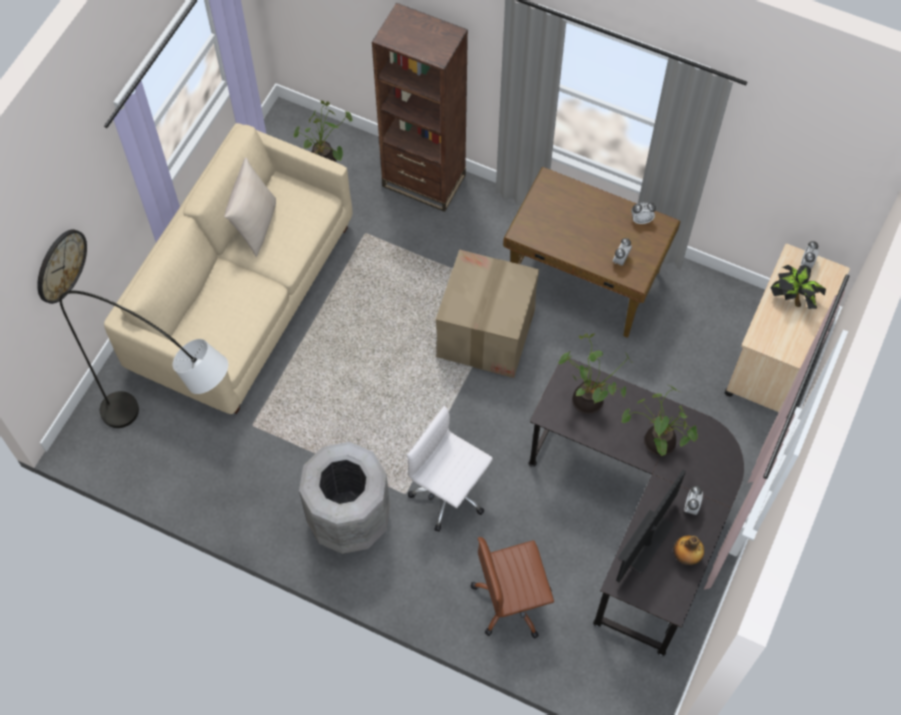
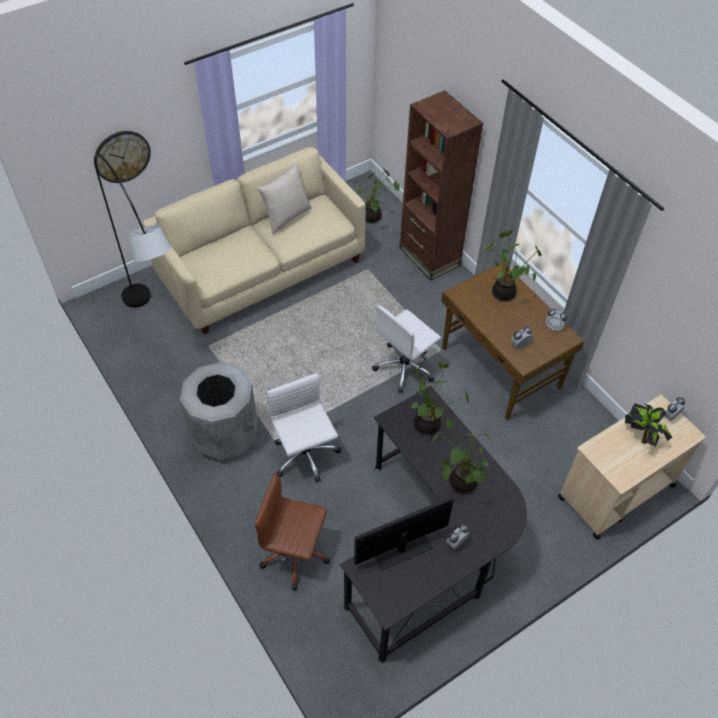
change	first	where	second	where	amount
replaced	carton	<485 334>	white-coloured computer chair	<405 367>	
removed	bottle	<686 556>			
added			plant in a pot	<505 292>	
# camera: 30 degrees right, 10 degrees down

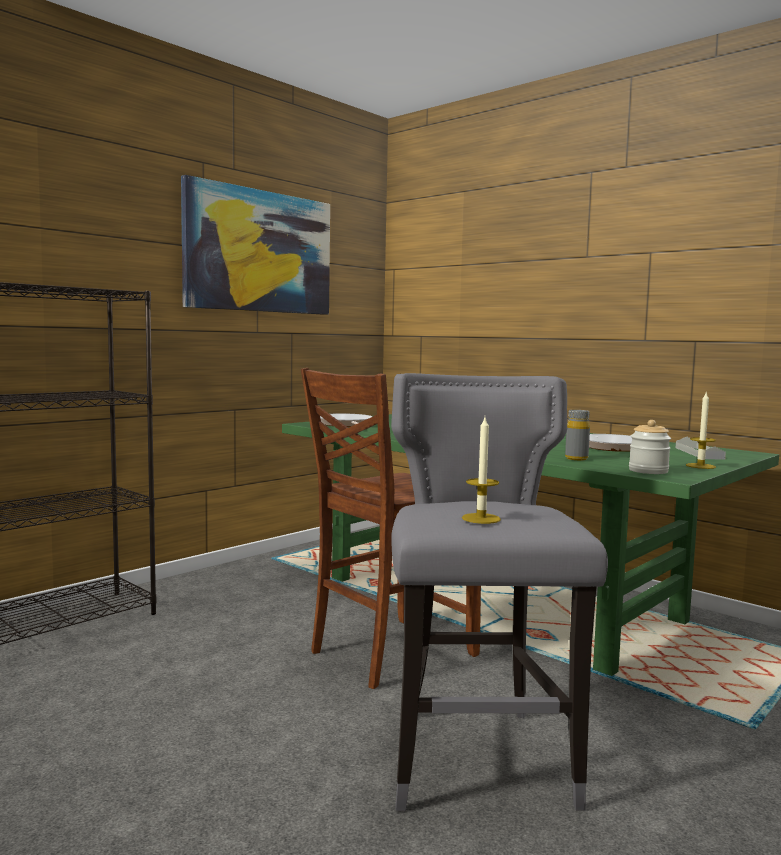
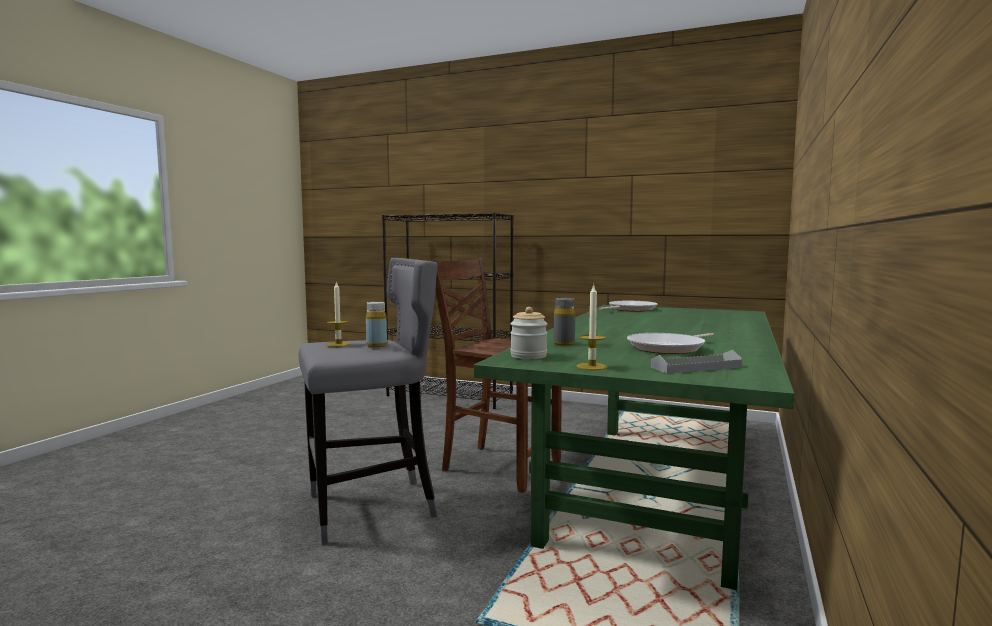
change	first	where	second	where	amount
removed	wall picture	<259 251>			
added			yellowish bottle	<376 345>	
# camera: 70 degrees right, 0 degrees up

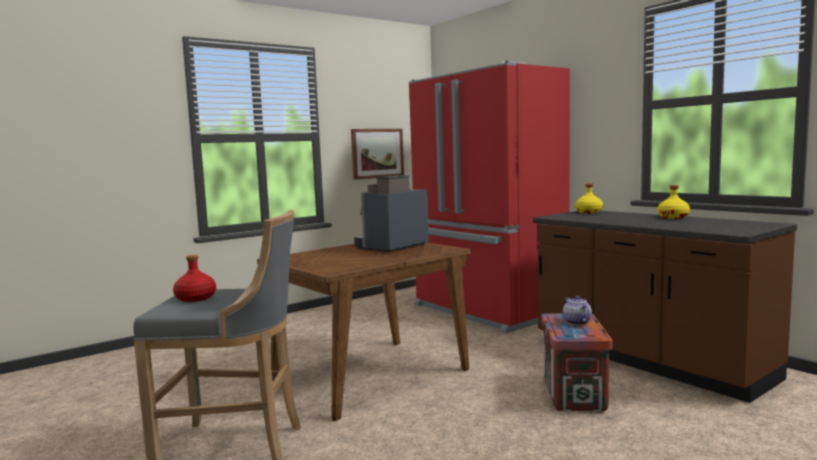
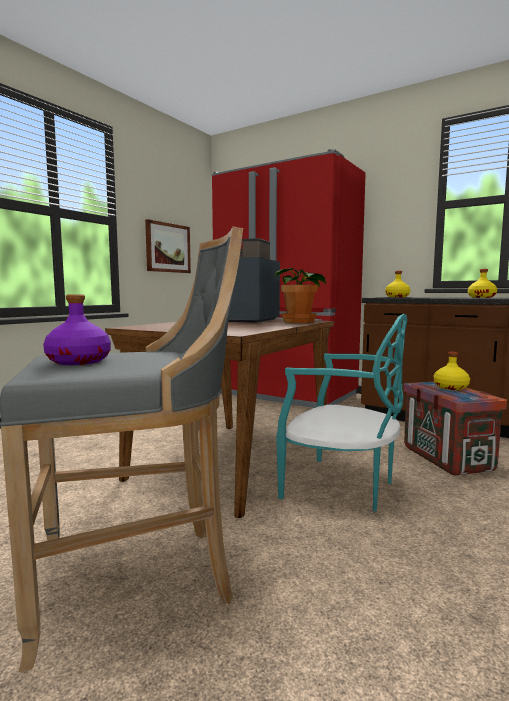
change	first	where	second	where	amount
recoloured	red bottle	<196 298>	purple bottle	<79 361>	
replaced	teapot	<576 322>	yellowish bottle	<450 387>	
added			plant in a pot	<300 322>	
added			blue-green plain chair	<342 487>	
# camera: 20 degrees left, 0 degrees up

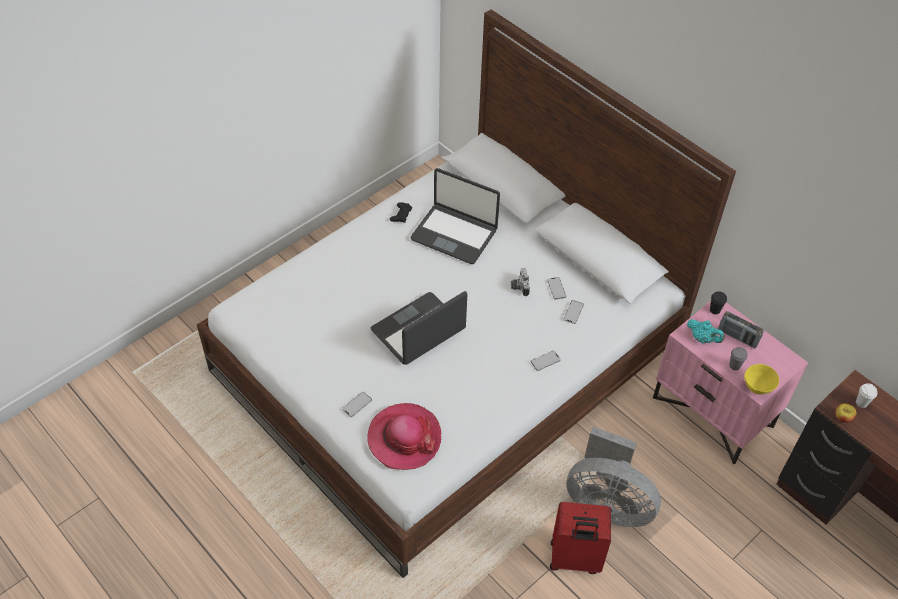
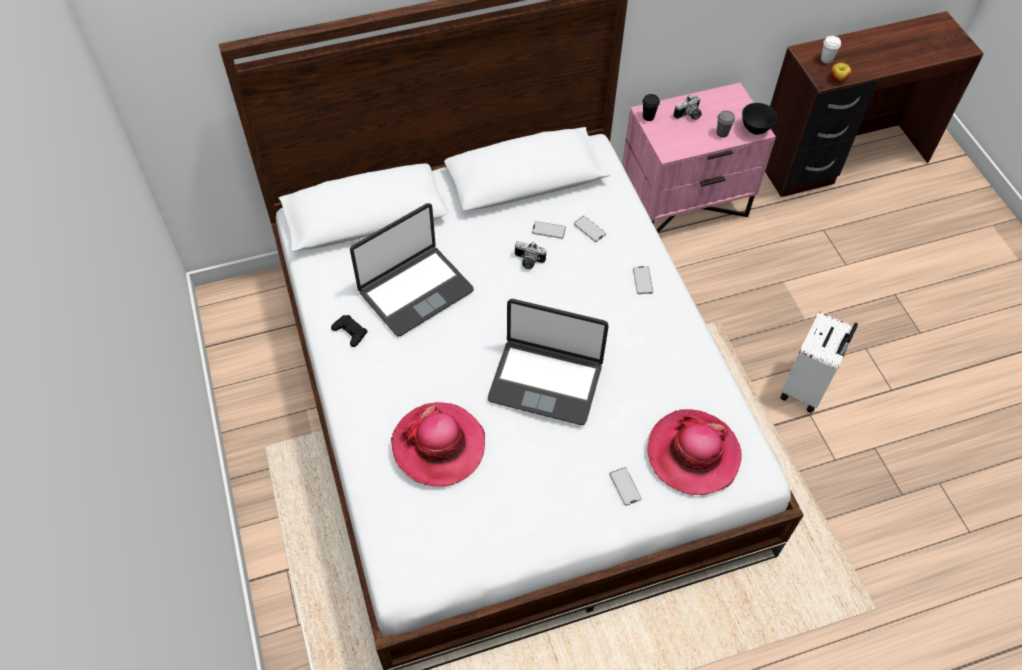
change	first	where	second	where	amount
turned	portable computer	<419 331>		<545 381>	60 degrees counterclockwise
recoloured	red travel case	<574 559>	white-coloured travel case	<806 388>	
removed	gray fan	<607 503>			
removed	blue-green teapot	<702 339>			
replaced	radio receiver	<737 337>	still camera	<689 115>	
recoloured	yellowish deep dish	<757 388>	blackish deep dish	<755 130>	
added			clothing hat	<439 446>	
# camera: 65 degrees left, 5 degrees up

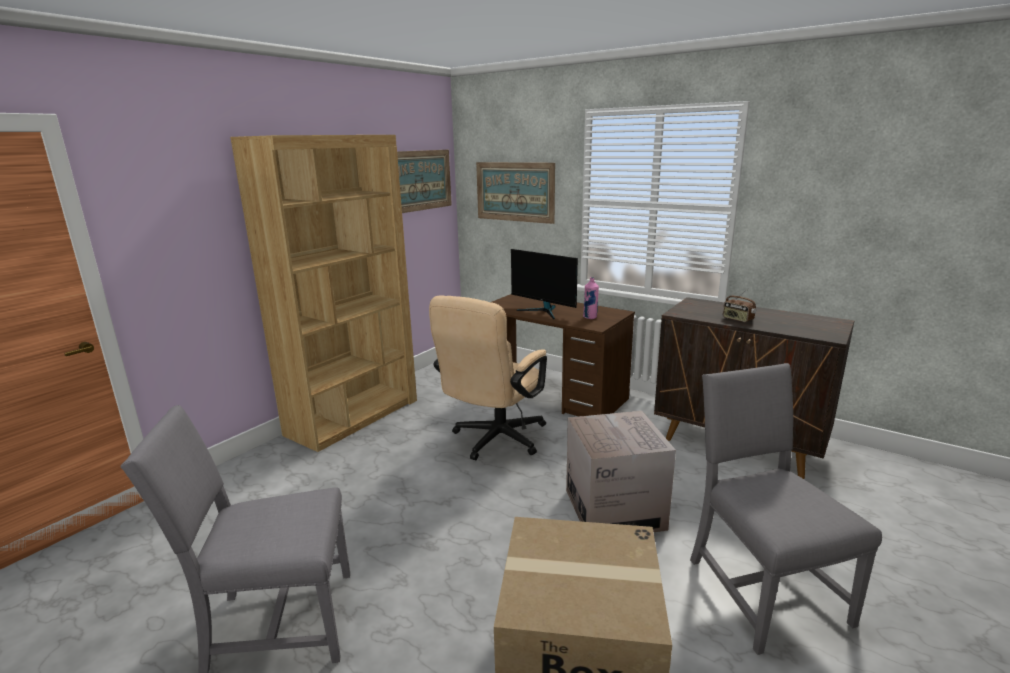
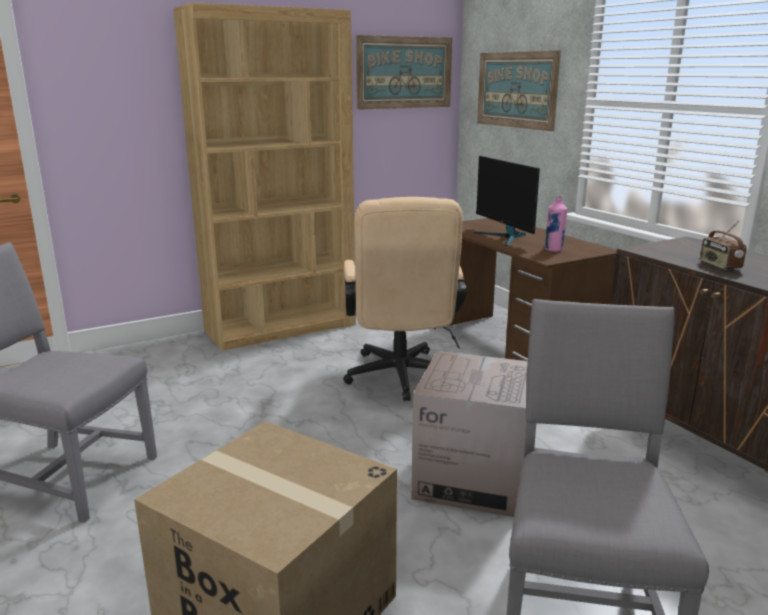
change	first	where	second	where	amount
turned	beige computer chair	<494 441>		<400 379>	60 degrees counterclockwise
# camera: 25 degrees right, 0 degrees up

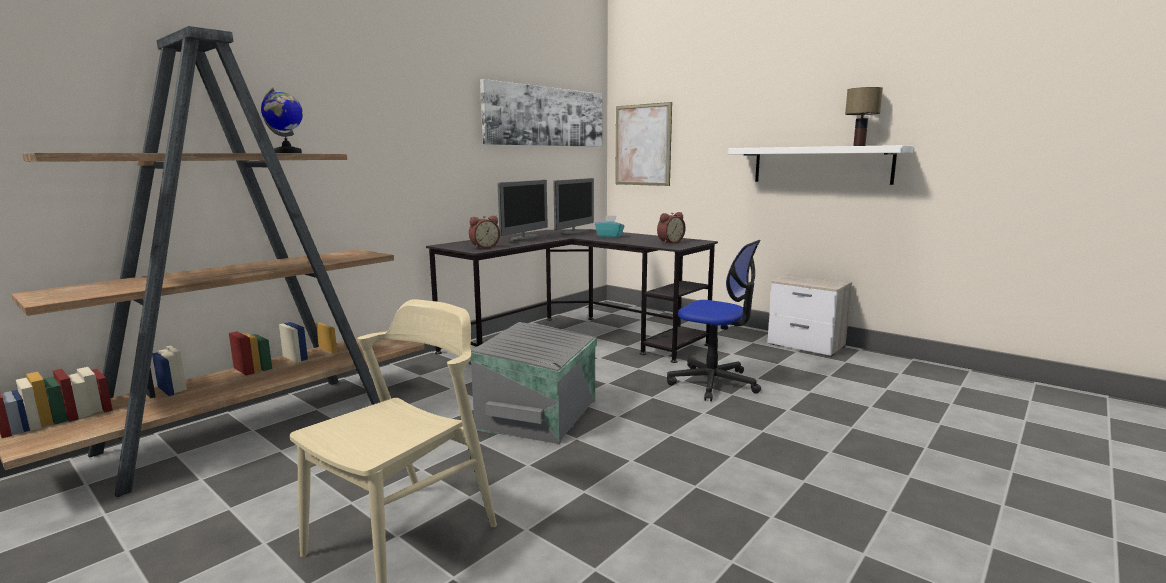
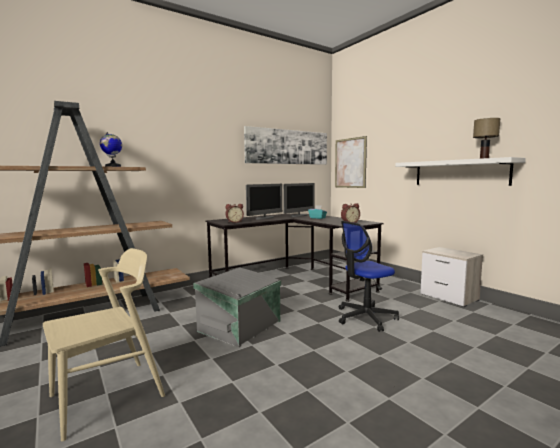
change	first	where	second	where	amount
turned	computer chair	<713 383>		<365 317>	105 degrees clockwise
# camera: 15 degrees right, 5 degrees down

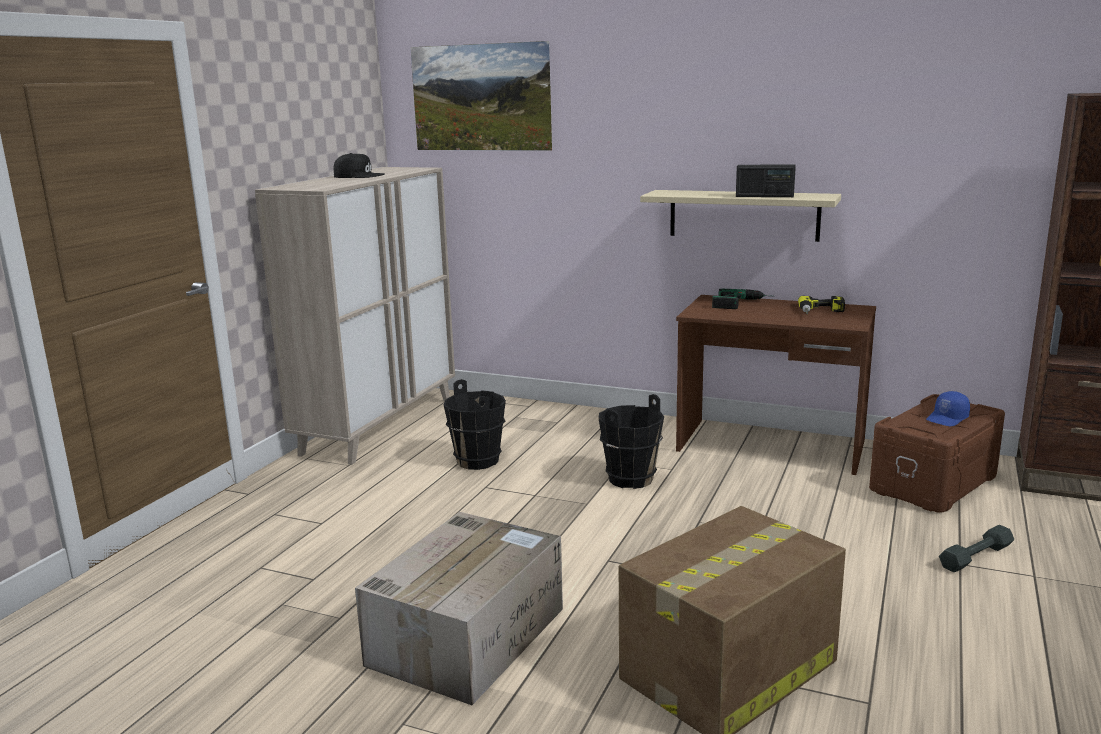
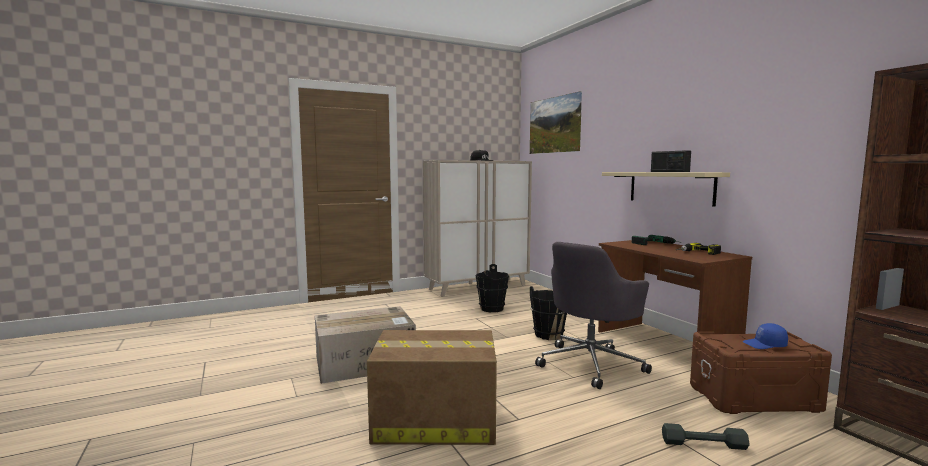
change	first	where	second	where	amount
added			gray computer chair	<591 364>	
# camera: 40 degrees right, 10 degrees down

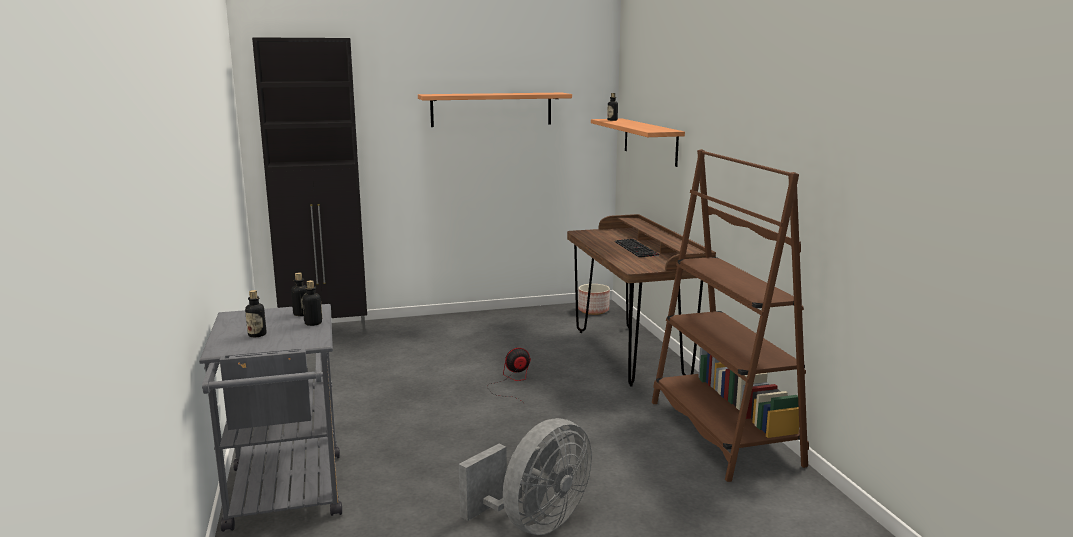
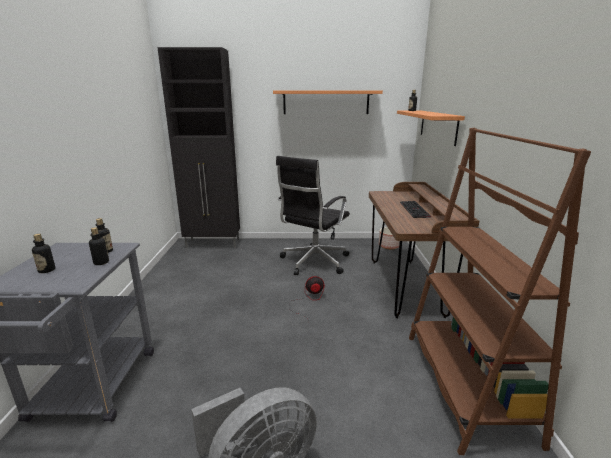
change	first	where	second	where	amount
added			blackish computer chair	<313 262>	
# camera: 15 degrees right, 5 degrees up

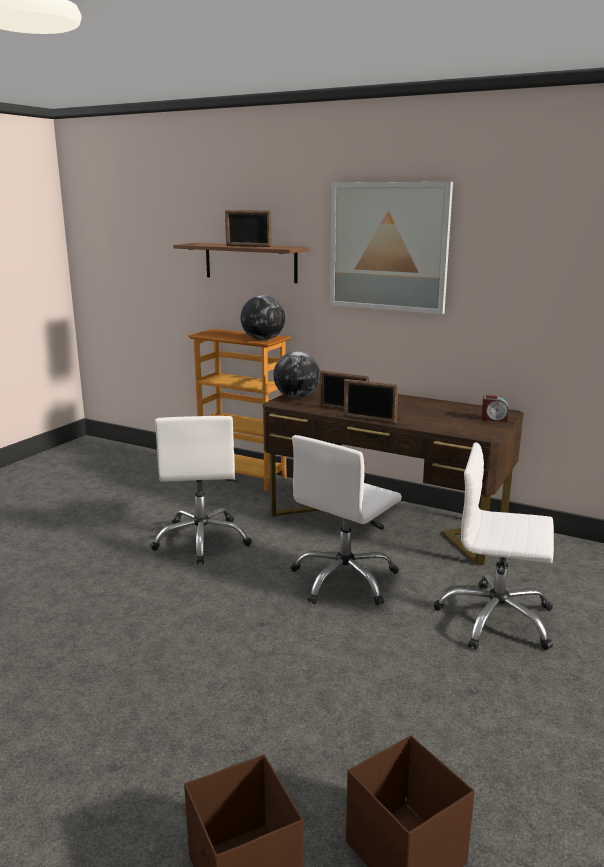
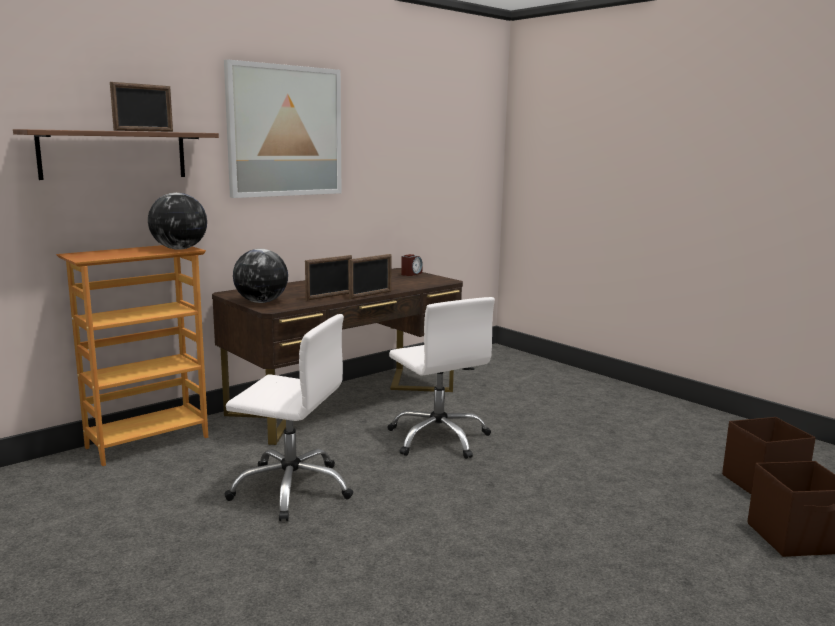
change	first	where	second	where	amount
removed	white-coloured computer chair	<496 619>			
# camera: 70 degrees left, 5 degrees down

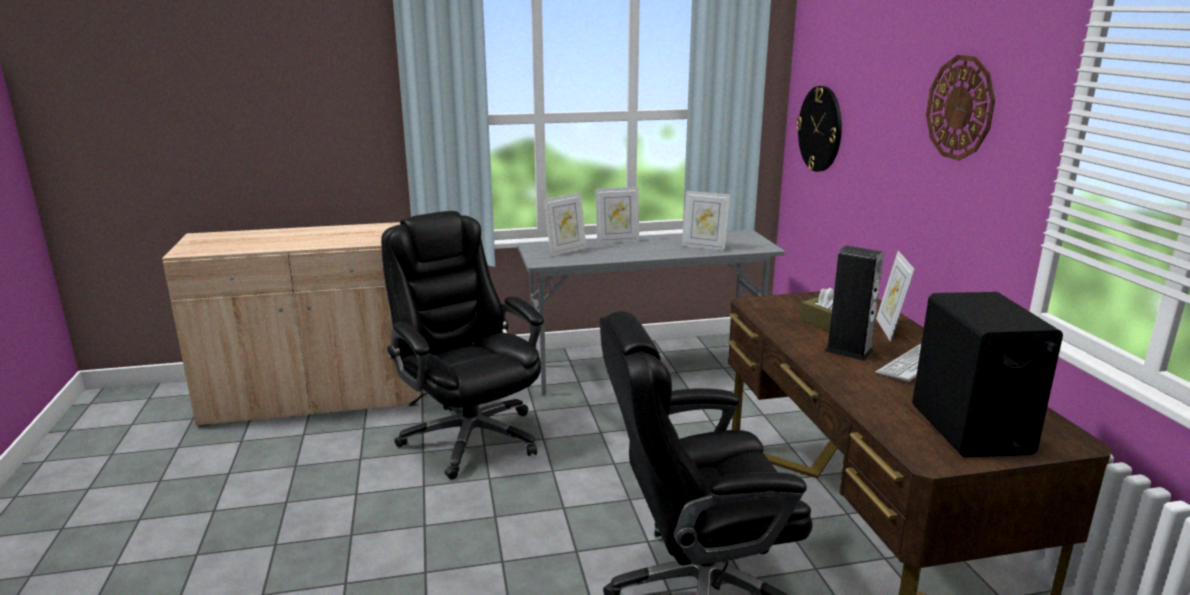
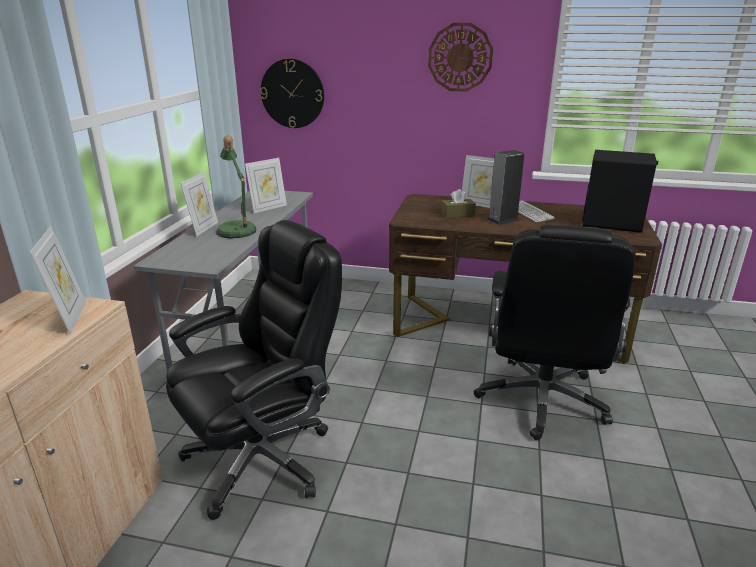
change	first	where	second	where	amount
turned	blackish computer chair	<469 436>		<262 458>	150 degrees clockwise
moved	standing frame	<566 251>		<70 318>	
added			tabletop lamp	<236 229>	
# camera: 65 degrees left, 5 degrees up

